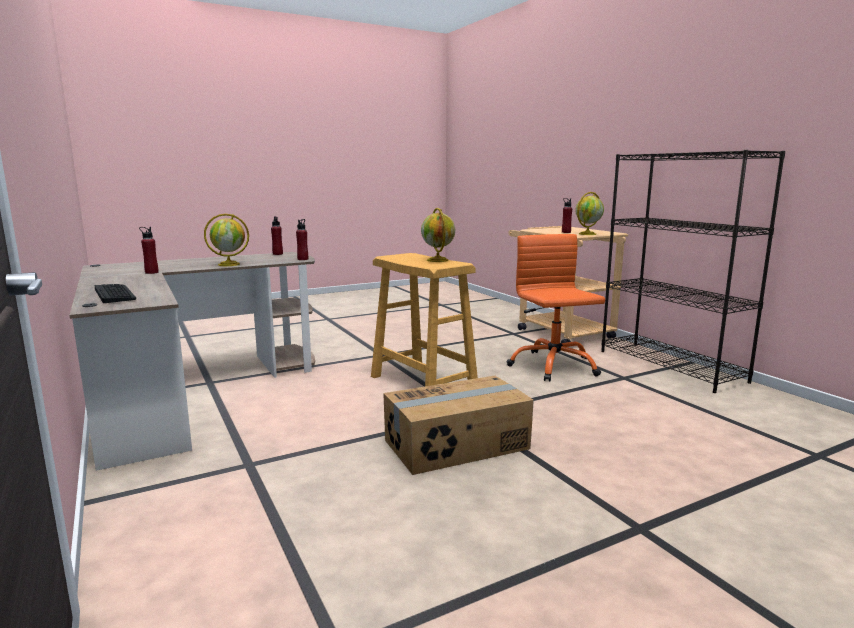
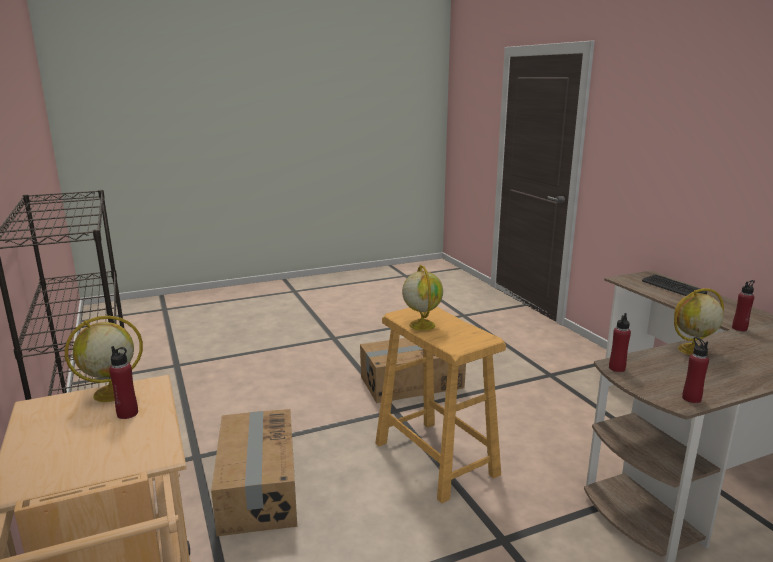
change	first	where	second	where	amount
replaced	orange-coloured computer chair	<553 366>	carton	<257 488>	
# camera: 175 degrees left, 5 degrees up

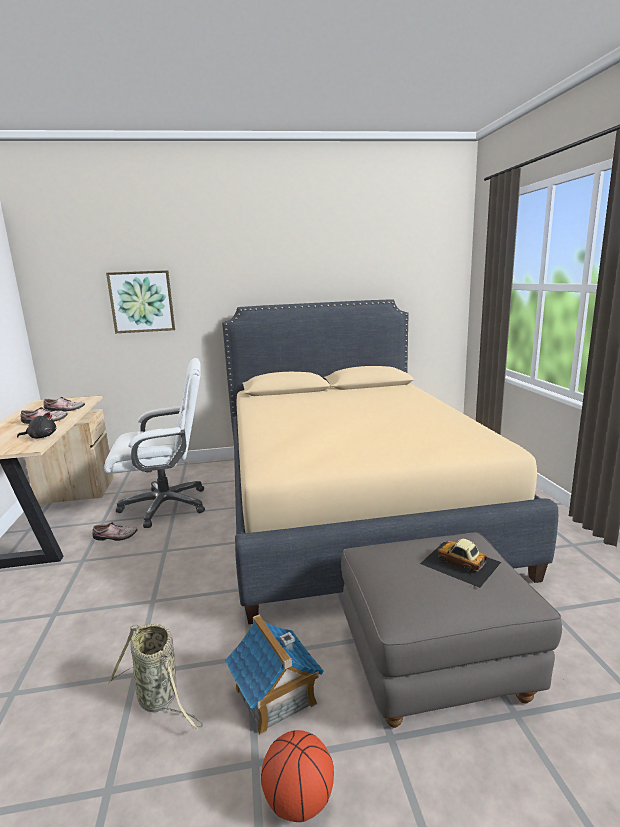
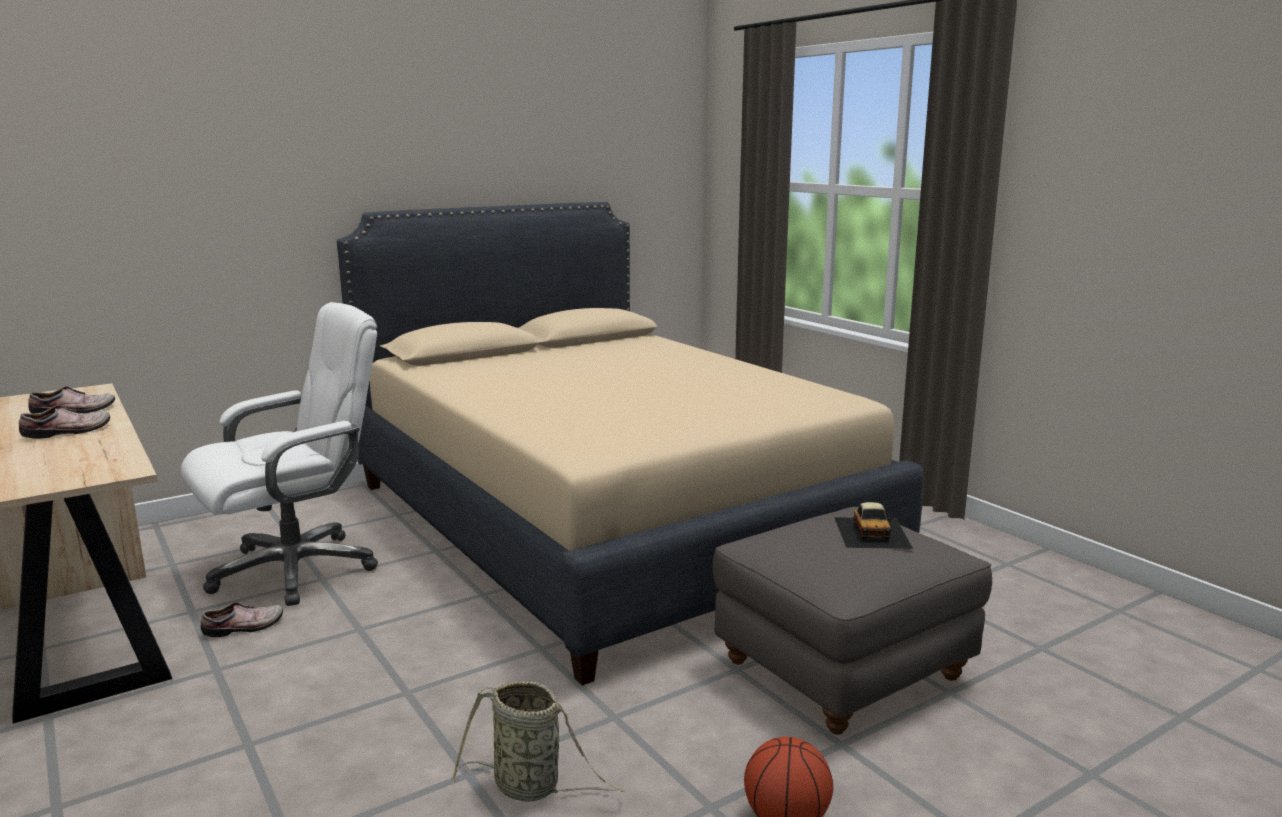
change	first	where	second	where	amount
removed	blackish soft toy	<41 437>			
removed	wall picture	<142 301>			
removed	toy house	<275 696>			
turned	toy car	<460 563>		<872 532>	105 degrees counterclockwise
# camera: 25 degrees left, 0 degrees up

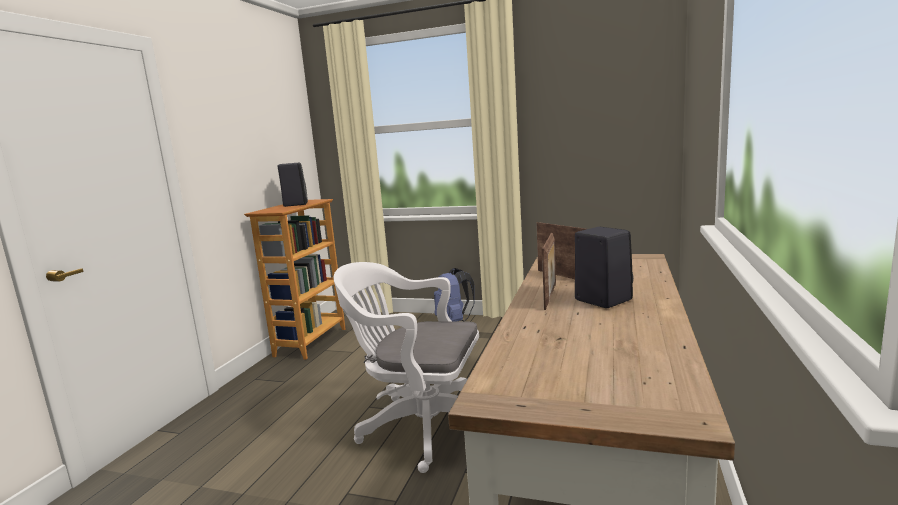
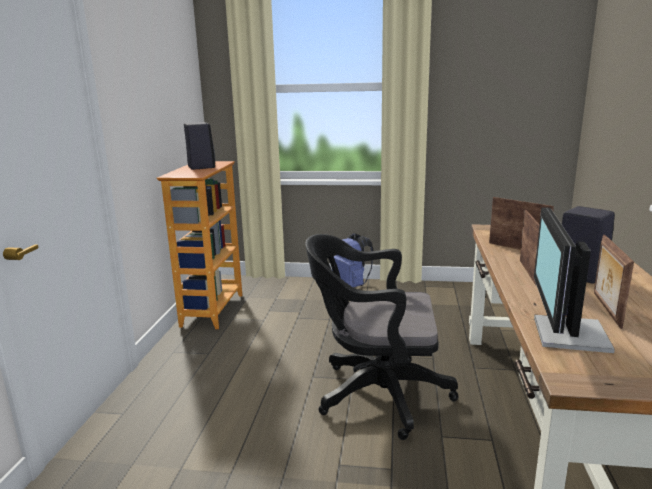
change	first	where	second	where	amount
recoloured	white-coloured computer chair	<421 426>	blackish computer chair	<376 394>	
added			computer display	<567 334>	
added			standing frame	<605 309>	
# camera: 10 degrees left, 5 degrees up

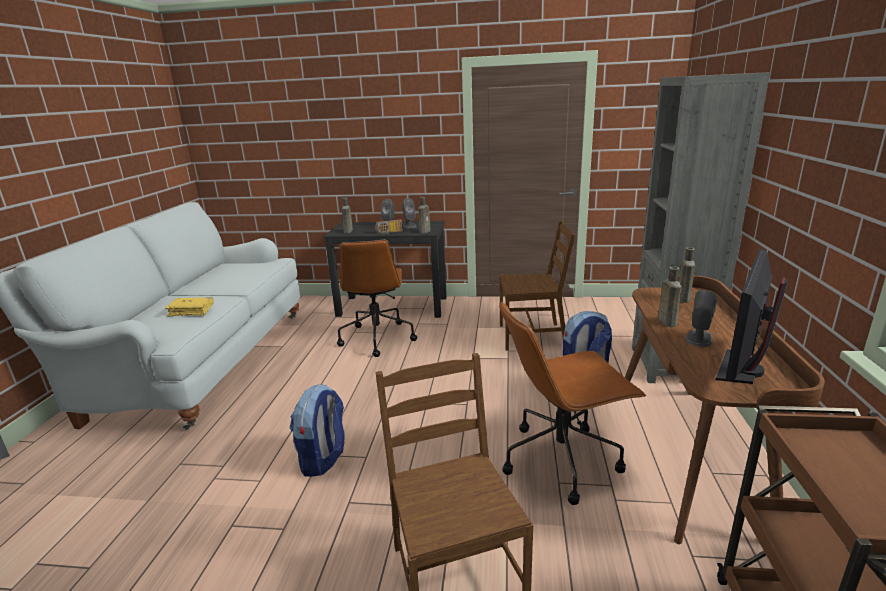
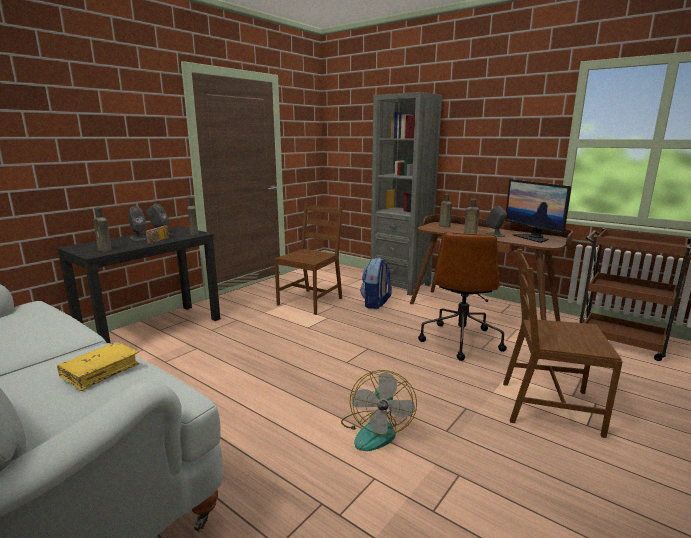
change	first	where	second	where	amount
replaced	knapsack	<324 459>	fan	<375 430>	
removed	brownish computer chair	<377 338>			
# camera: 60 degrees left, 5 degrees down

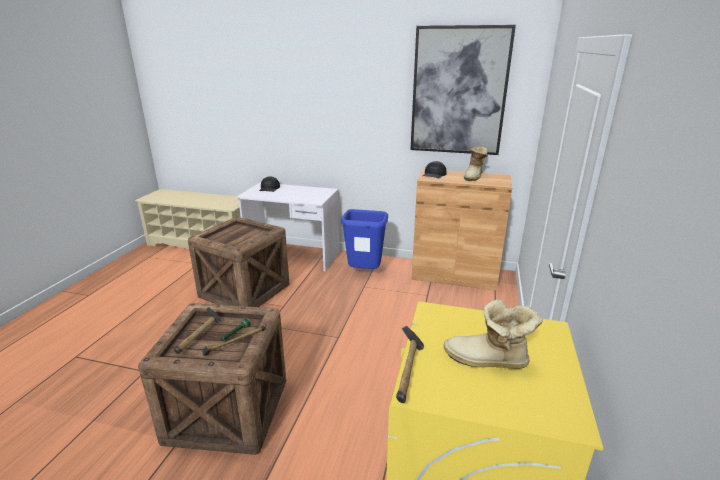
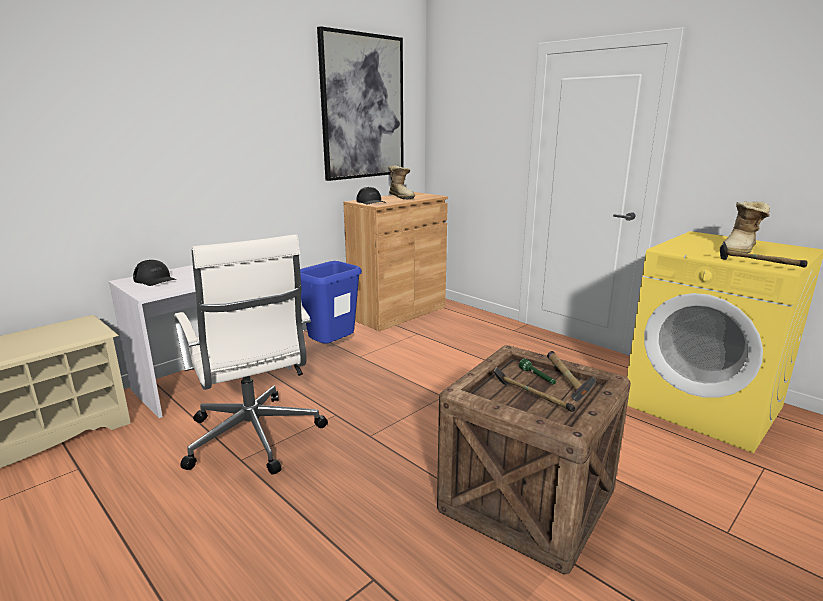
change	first	where	second	where	amount
replaced	shipping crate	<243 292>	white-coloured computer chair	<254 438>	
# camera: 60 degrees left, 5 degrees down

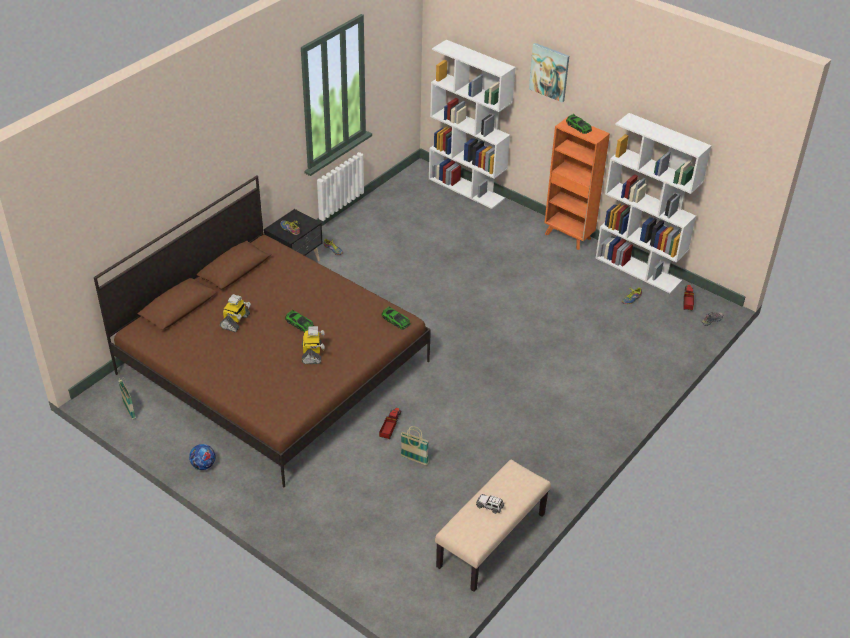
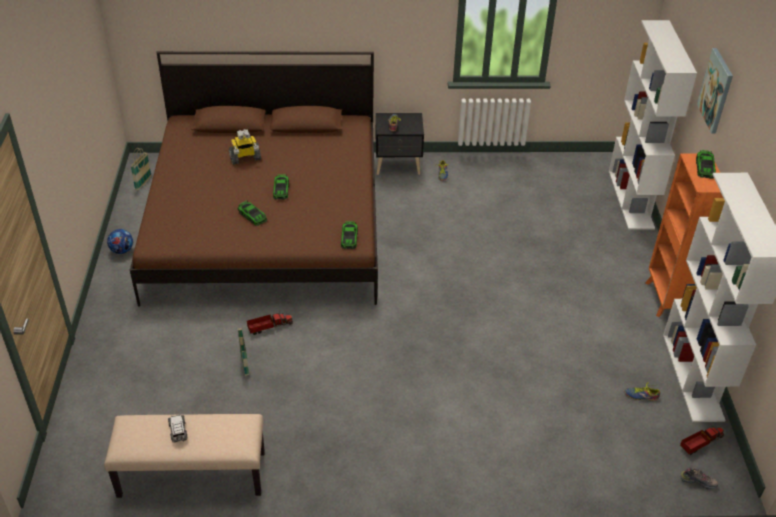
change	first	where	second	where	amount
replaced	robot figure	<312 354>	toy car	<252 216>	
# camera: 50 degrees right, 0 degrees up

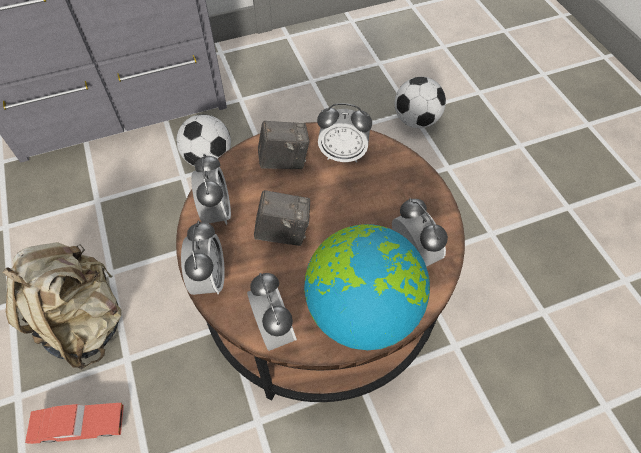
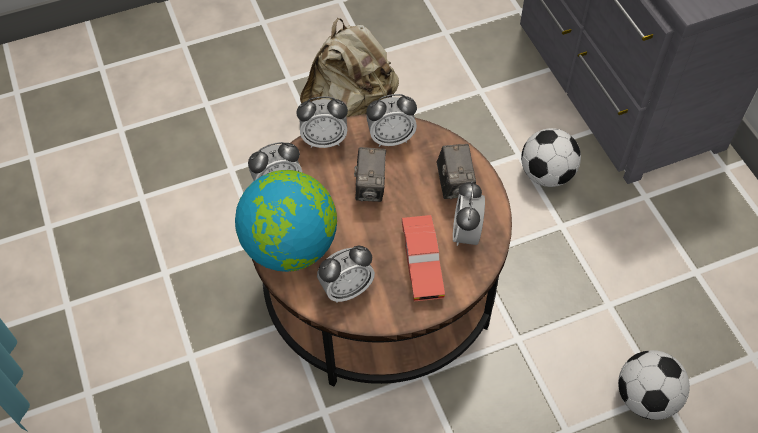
change	first	where	second	where	amount
moved	red toy car	<80 426>		<422 263>	
# camera: 90 degrees right, 0 degrees up

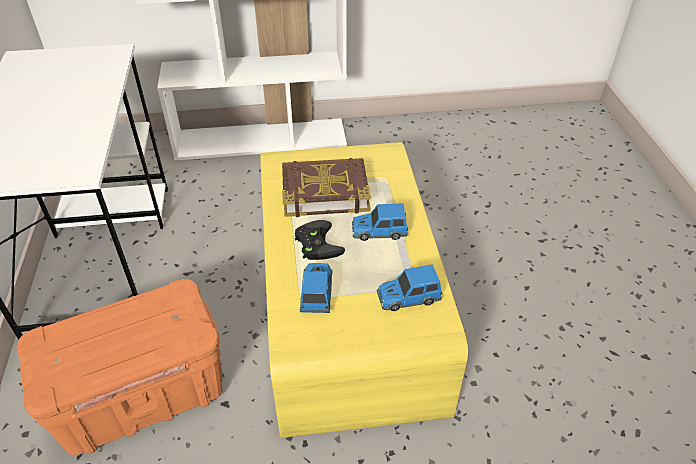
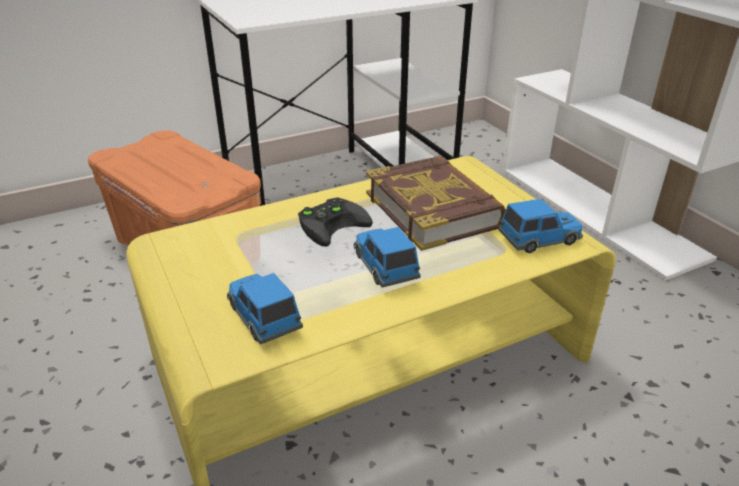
change	first	where	second	where	amount
moved	toy car	<317 293>		<540 239>	
# camera: 70 degrees right, 10 degrees down

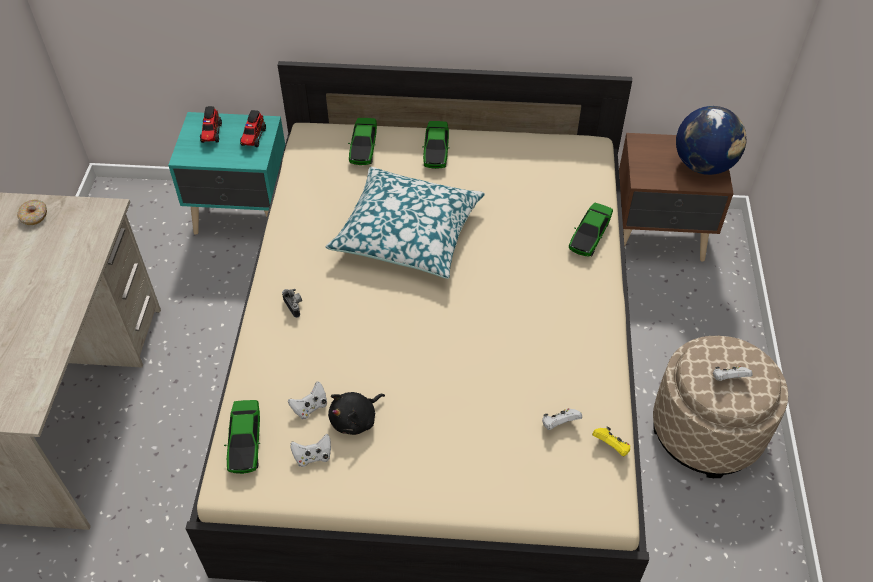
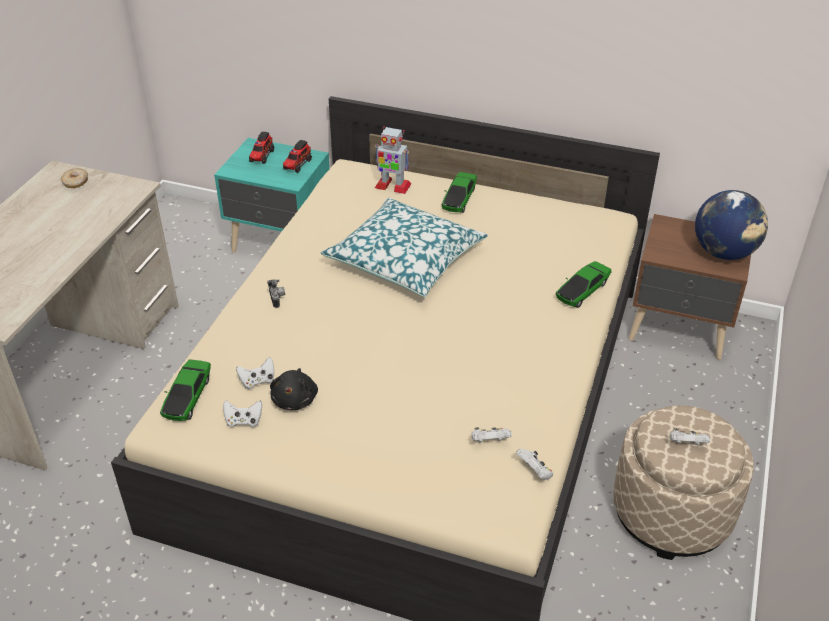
change	first	where	second	where	amount
turned	blackish soft toy	<356 419>		<295 399>	60 degrees counterclockwise
replaced	toy car	<363 147>	robot figure	<392 186>	
recoloured	yellowish gamepad	<611 447>	white-coloured gamepad	<535 472>	
# camera: 15 degrees right, 10 degrees down

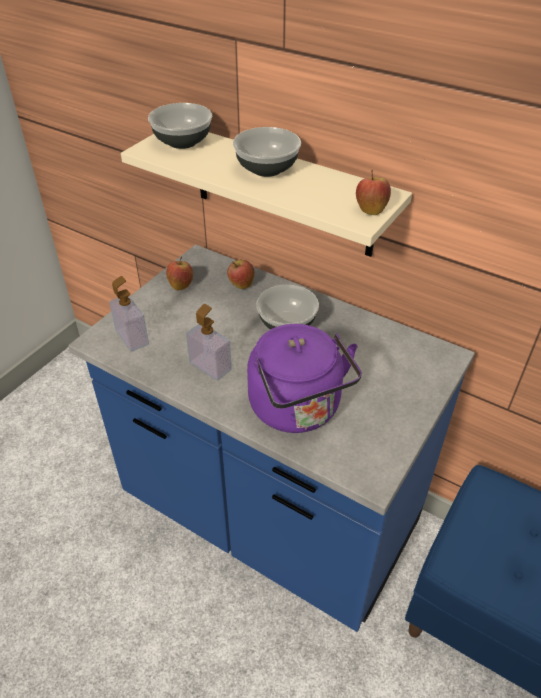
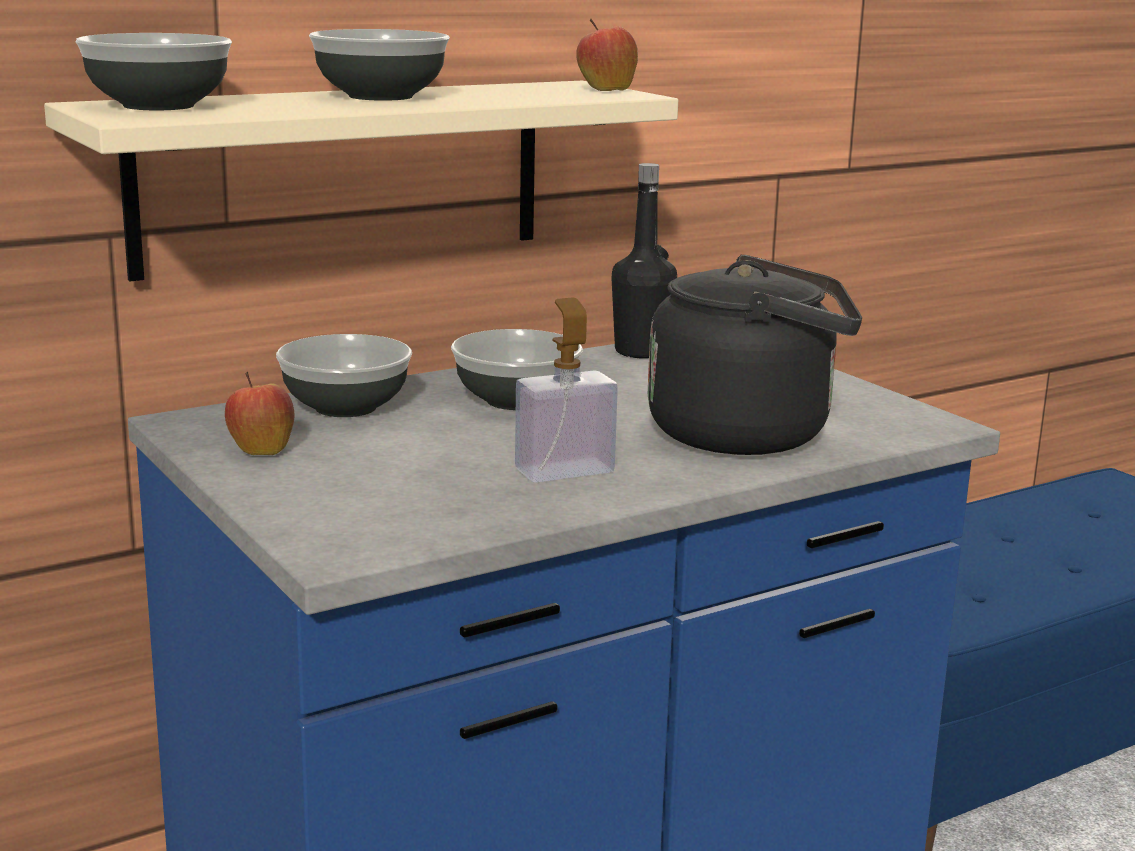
change	first	where	second	where	amount
removed	soap bottle	<132 337>			
replaced	apple	<241 285>	deep dish	<345 408>	
recoloured	purple water kettle	<298 409>	blackish water kettle	<750 435>	
added			blackish bottle	<641 352>	
# camera: 65 degrees left, 25 degrees down

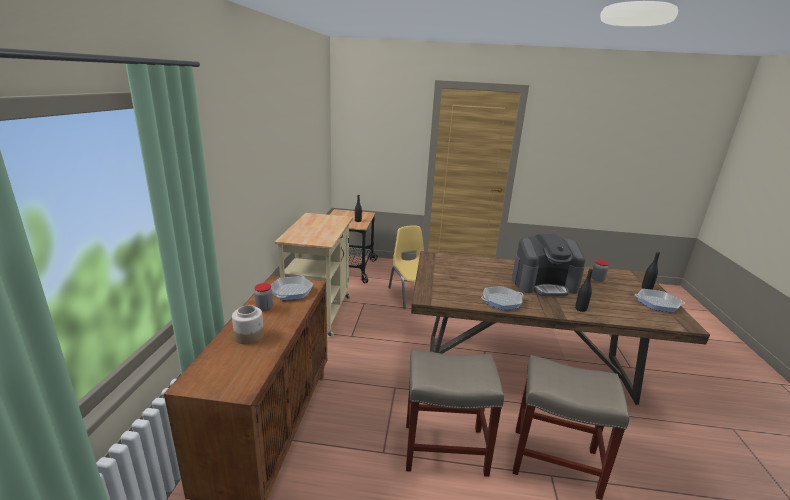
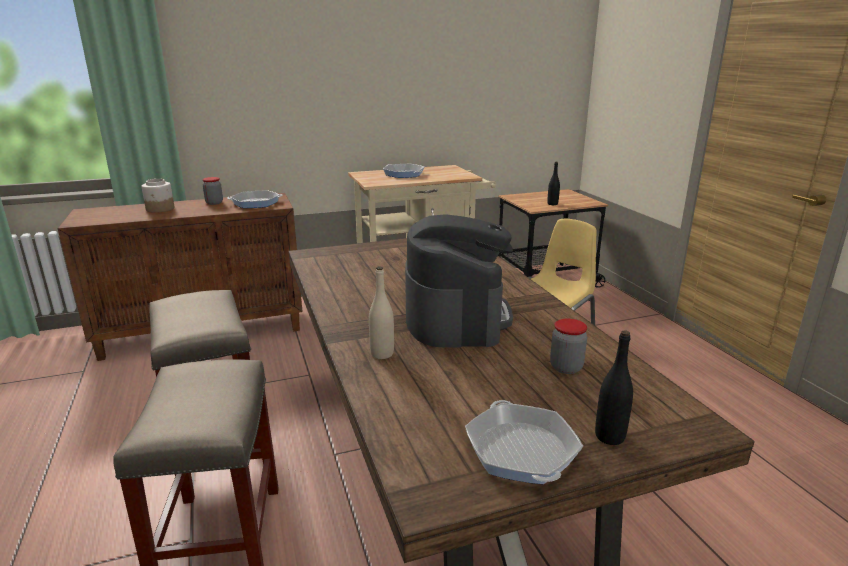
change	first	where	second	where	amount
moved	skillet	<501 301>		<404 174>	
turned	coffee machine	<544 284>		<456 317>	150 degrees counterclockwise
recoloured	blackish bottle	<580 309>	beige bottle	<382 354>	
# camera: 65 degrees right, 0 degrees up

